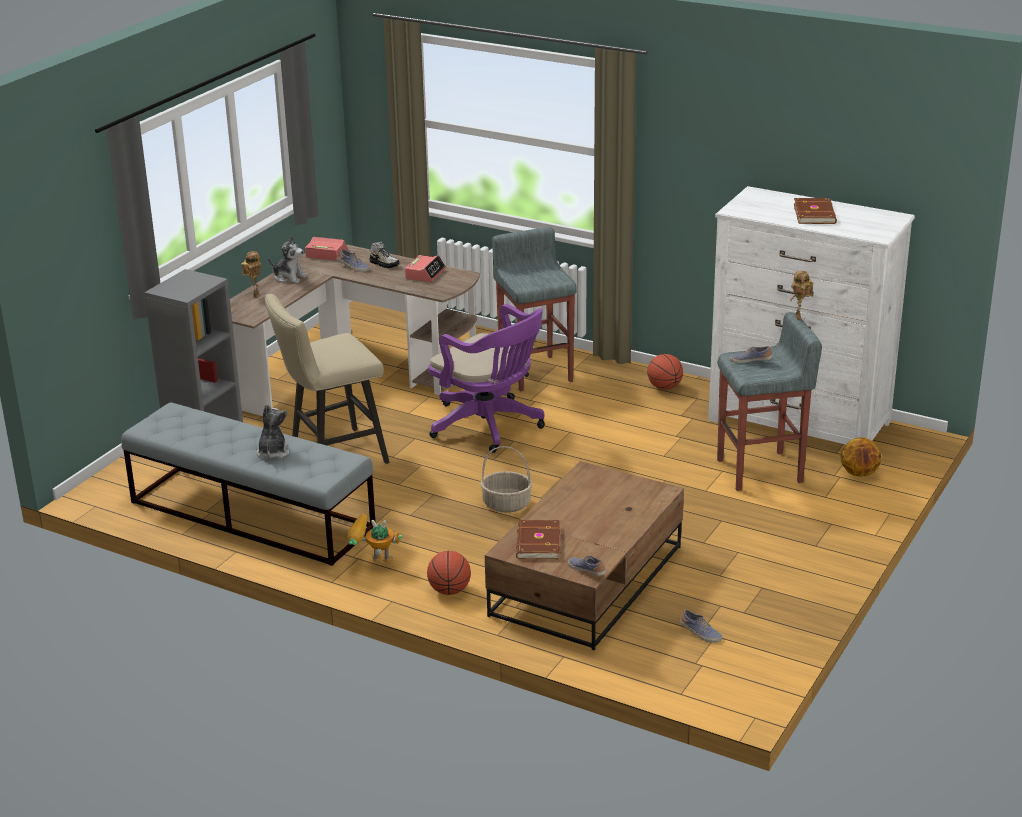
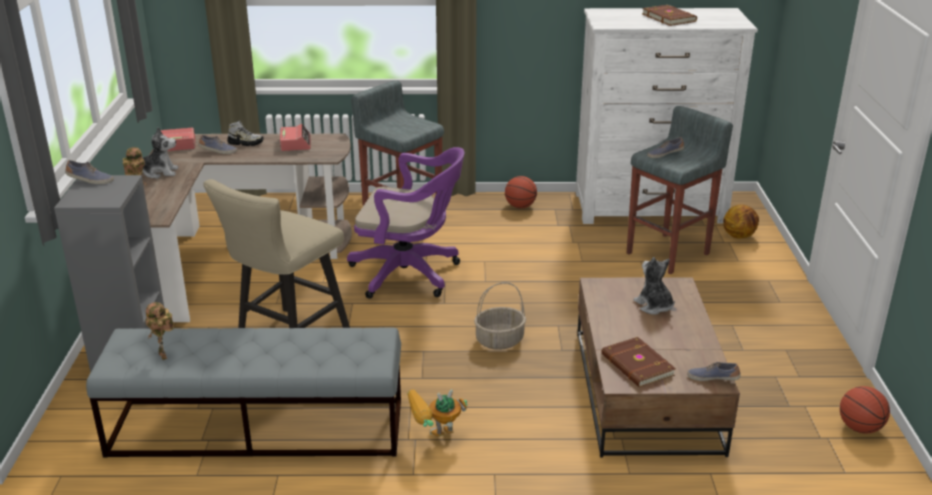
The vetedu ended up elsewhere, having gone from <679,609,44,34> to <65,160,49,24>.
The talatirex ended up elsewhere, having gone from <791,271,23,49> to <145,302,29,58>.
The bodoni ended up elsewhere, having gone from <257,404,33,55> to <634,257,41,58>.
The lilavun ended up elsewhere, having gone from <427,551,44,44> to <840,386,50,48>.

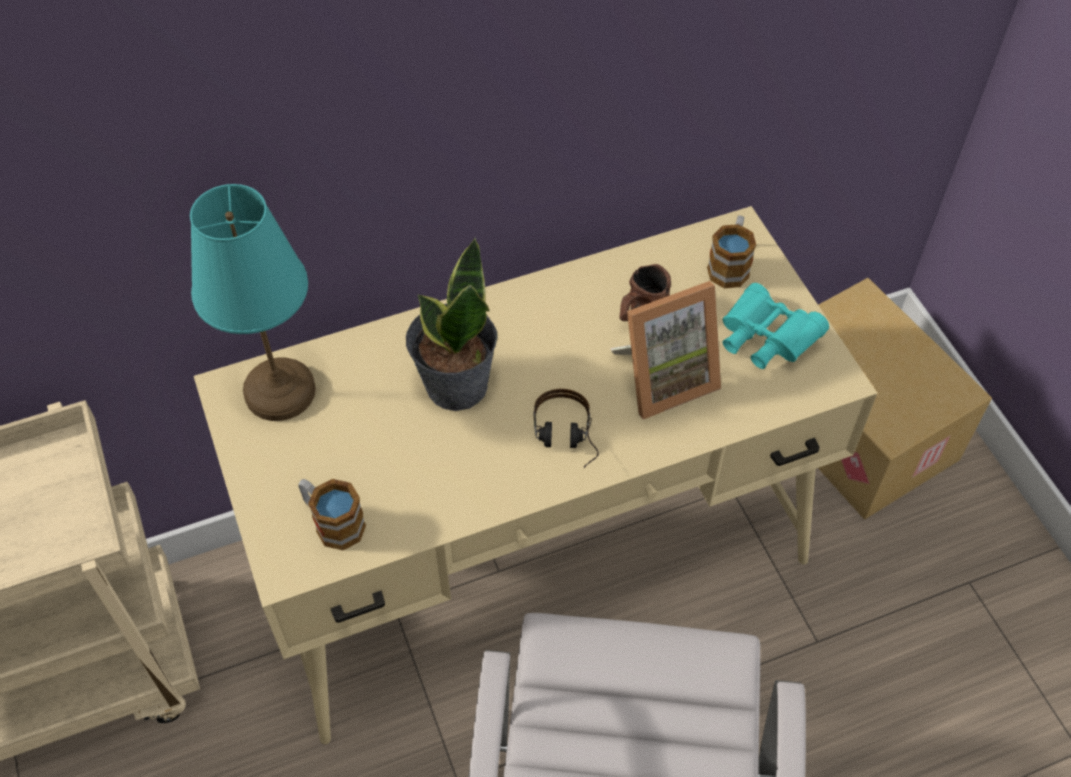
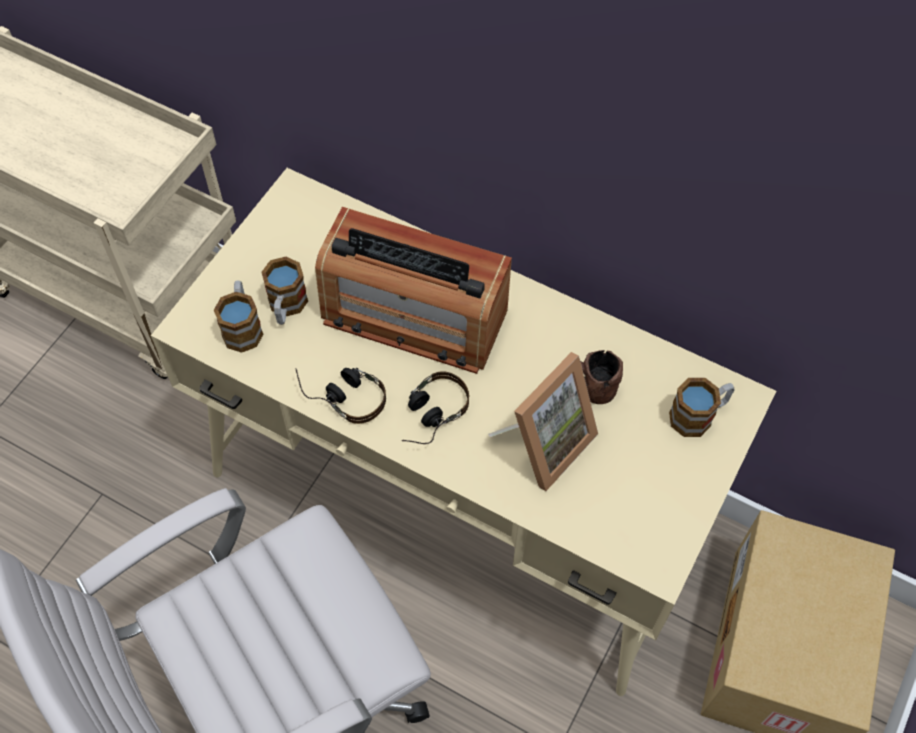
The second view gained the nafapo at <262,257,46,68>.
The second view gained the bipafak at <295,368,91,56>.
Where the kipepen stood at <406,238,91,173>, the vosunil came to stand at <315,207,197,167>.
The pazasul at <610,281,111,138> ended up facing another way, 75 degrees counterclockwise from before.
The second view lost the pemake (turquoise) at <190,184,126,237>.
The second view lost the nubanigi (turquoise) at <723,283,106,86>.

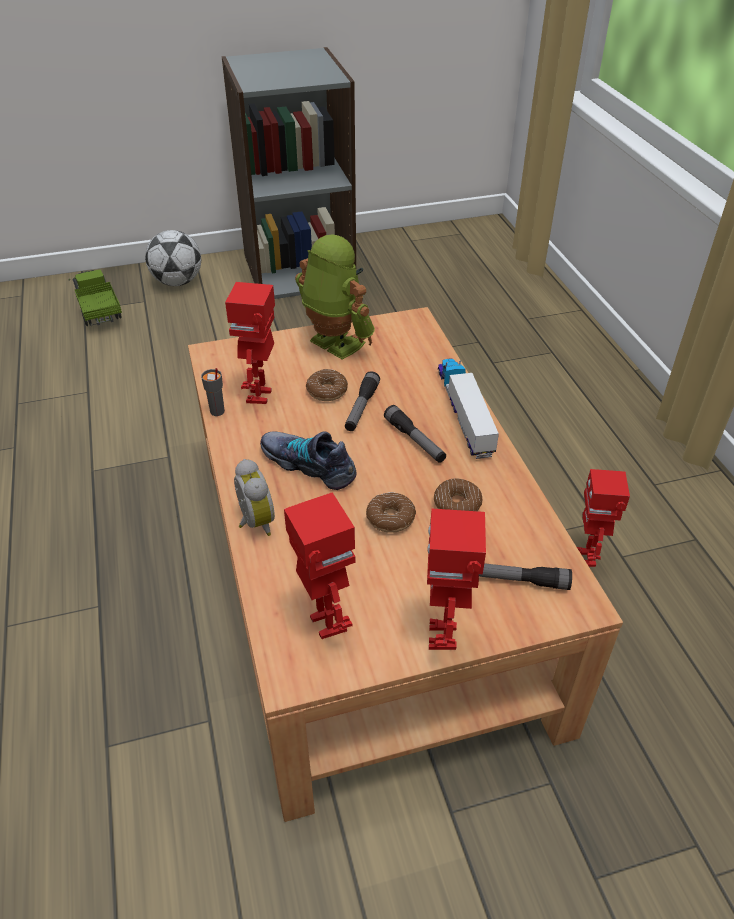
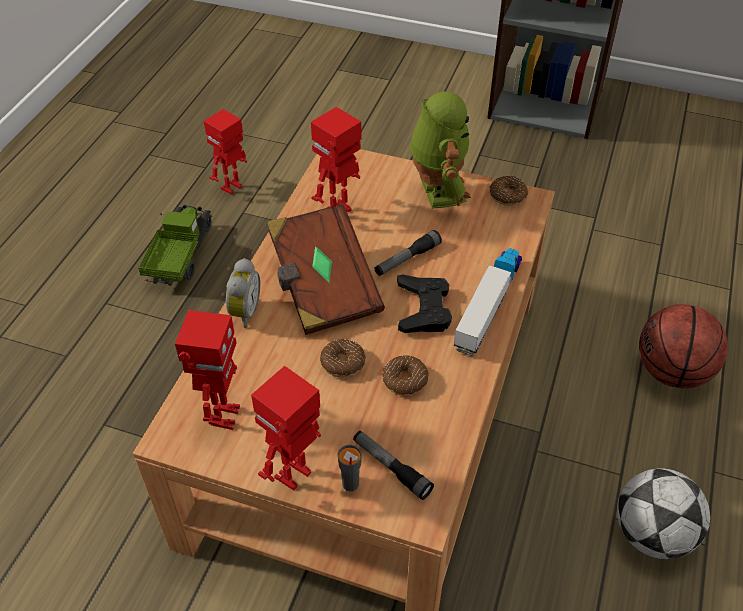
The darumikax ended up elsewhere, having gone from <68,270,54,56> to <138,205,75,81>.
The talatirex ended up elsewhere, having gone from <577,469,53,98> to <204,109,43,85>.
Where the vetedu stood at <260,431,97,59>, the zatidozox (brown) came to stand at <267,204,118,131>.
The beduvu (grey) ended up elsewhere, having gone from <201,368,24,48> to <337,445,25,46>.
Where the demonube stood at <384,405,62,58>, the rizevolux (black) came to stand at <397,275,55,58>.
The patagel ended up elsewhere, having gone from <306,369,42,32> to <490,176,38,30>.
The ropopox ended up elsewhere, having gone from <145,230,56,56> to <617,468,93,91>.
The second view gained the lilavun at <639,304,89,85>.

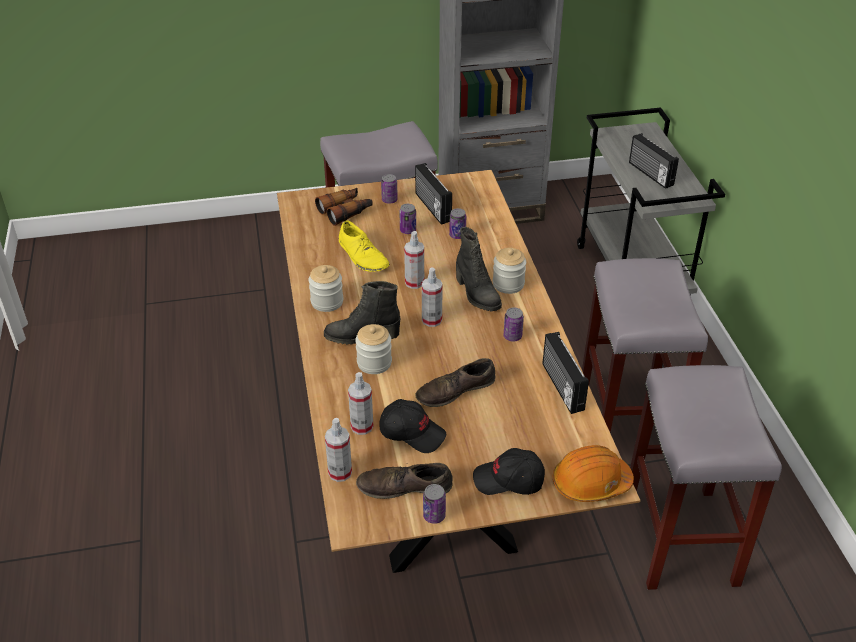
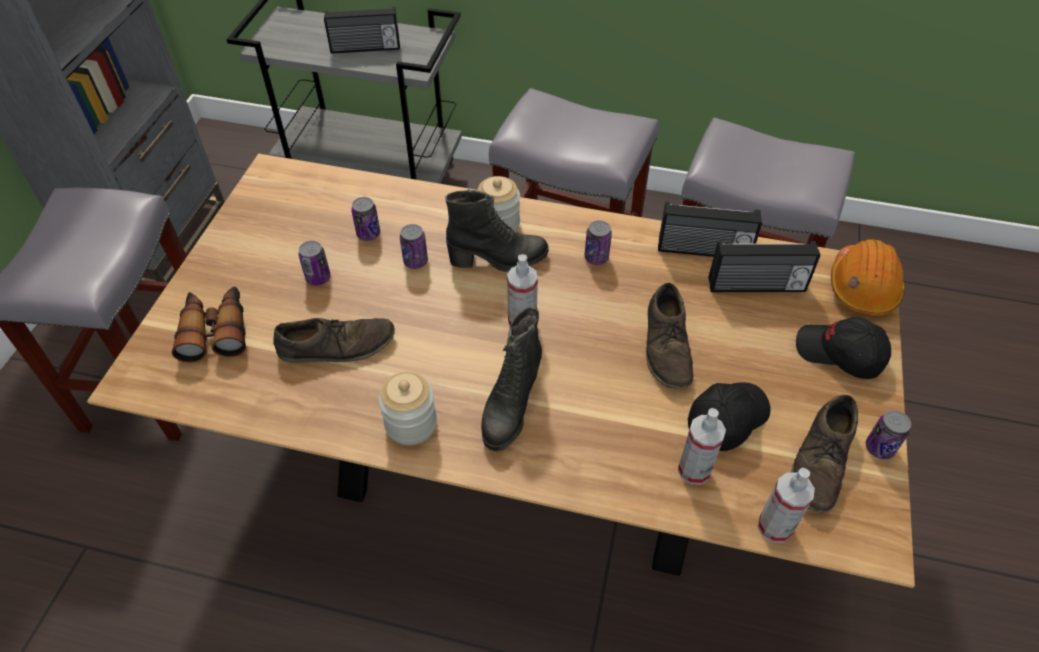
What was the vetedu (yellow) at <339,221,51,51> turned into the vetedu (brown) at <273,318,122,45>.
The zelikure ended up elsewhere, having gone from <381,174,17,30> to <400,224,28,45>.
The vosunil ended up elsewhere, having gone from <415,163,37,61> to <709,241,111,51>.
The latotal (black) at <473,448,72,47> ended up facing another way, 90 degrees clockwise from before.
The second view lost the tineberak at <355,324,37,50>.
The second view lost the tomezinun at <404,231,20,58>.

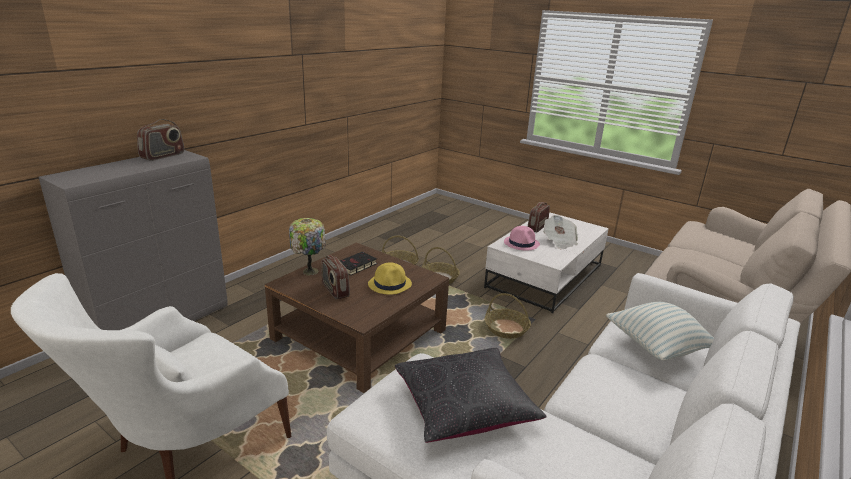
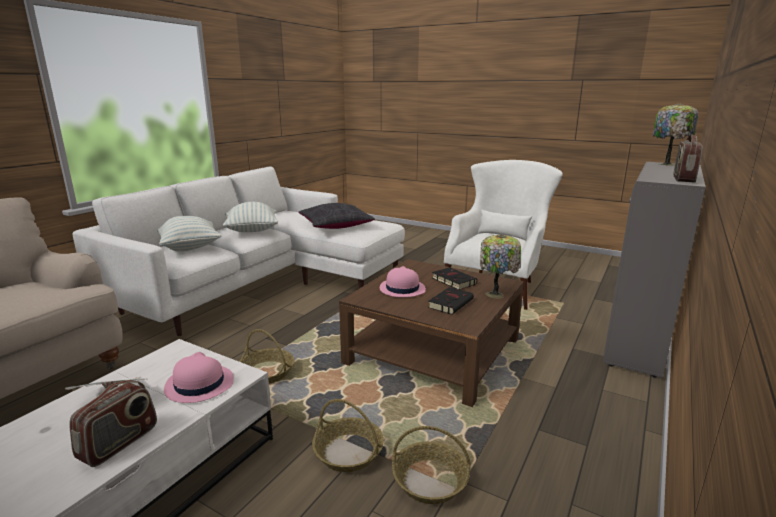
The second view gained the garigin at <223,202,55,30>.
What was the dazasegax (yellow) at <368,263,44,32> turned into the dazasegax (pink) at <380,266,46,31>.
Where the vosunil stood at <321,255,29,45>, the zatidozox (black) came to stand at <432,267,45,23>.
The second view gained the pemake at <653,103,45,63>.

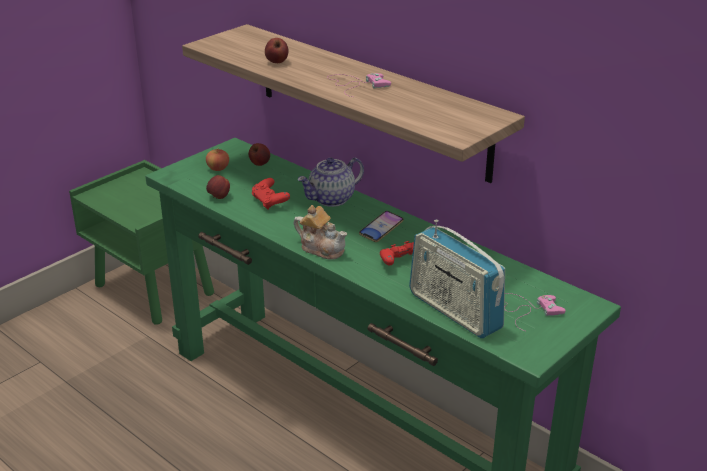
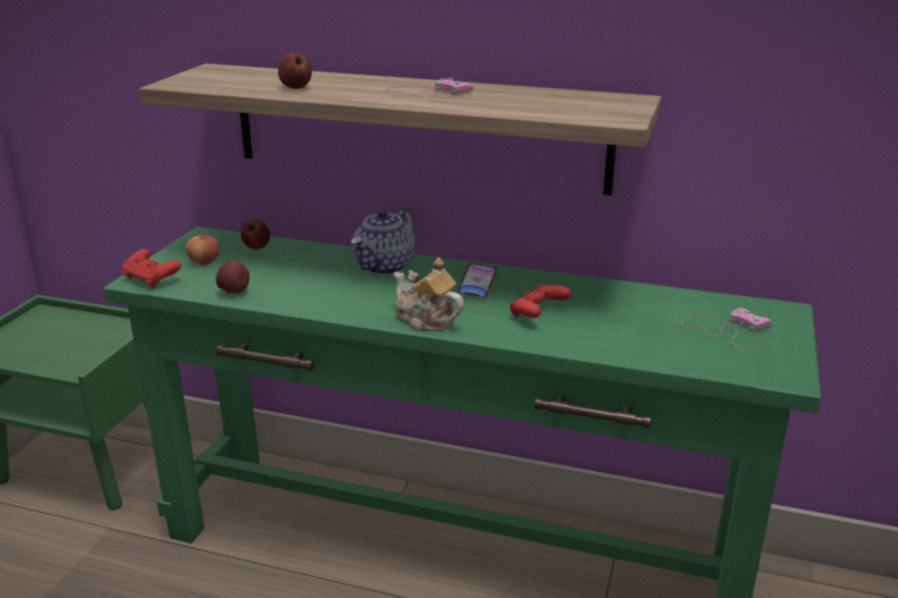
The rizevolux (red) ended up elsewhere, having gone from <252,178,38,32> to <122,249,59,39>.
The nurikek at <294,205,53,55> ended up facing another way, 150 degrees counterclockwise from before.
The second view lost the vosunil at <409,220,96,118>.

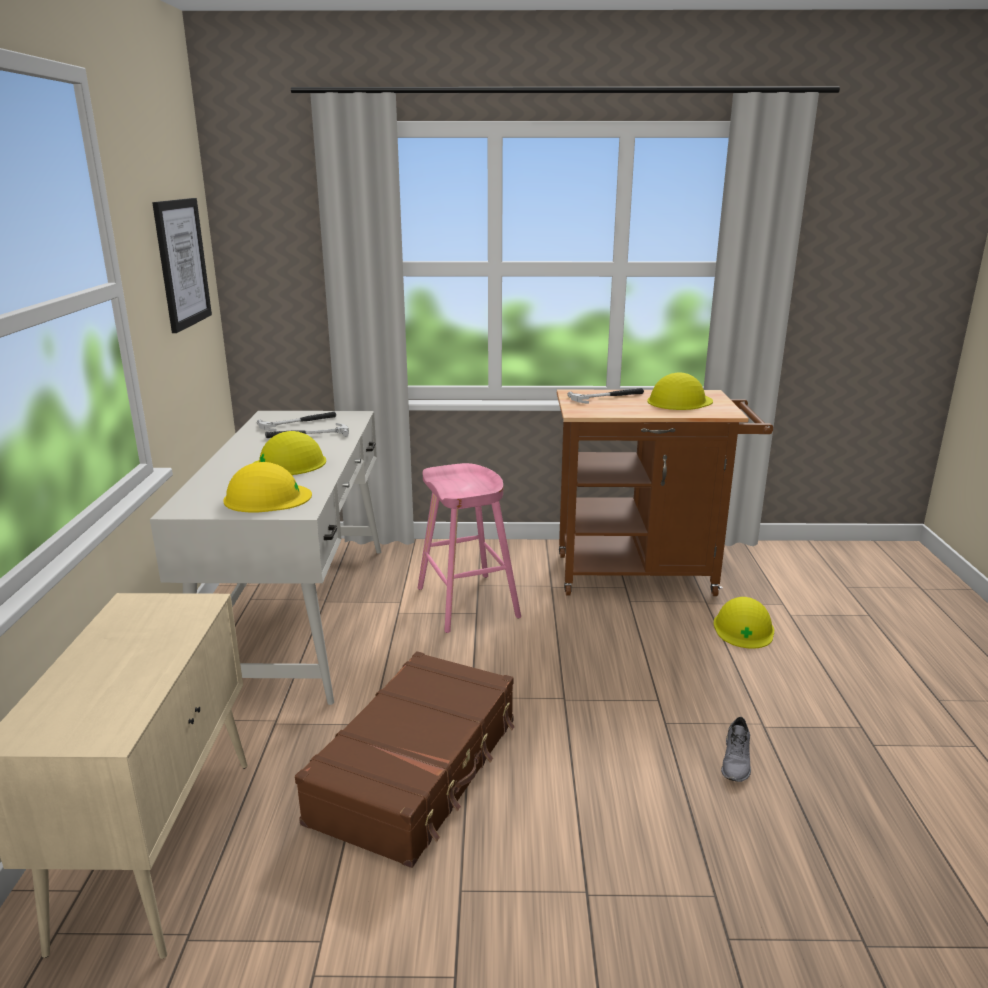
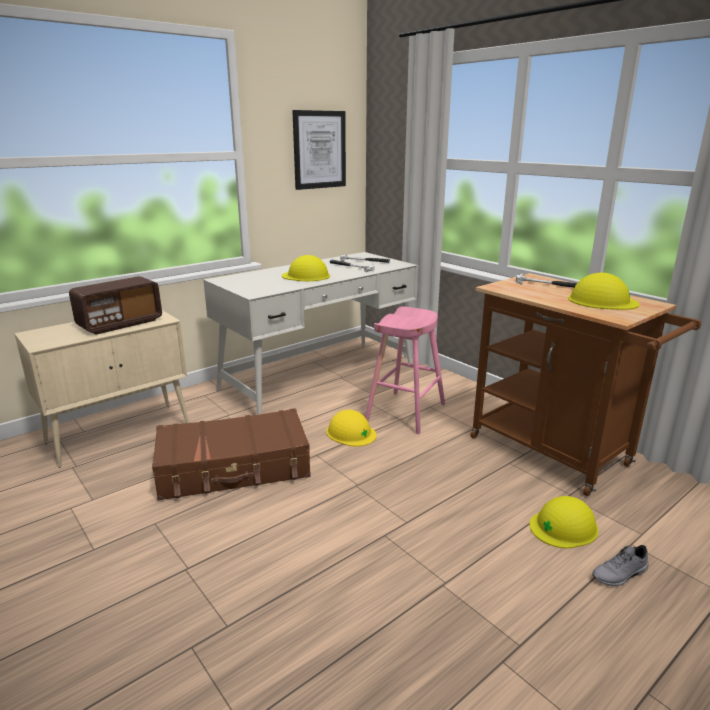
The second view gained the vosunil at <69,276,93,59>.
The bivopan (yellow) ended up elsewhere, having gone from <223,462,89,51> to <326,410,51,36>.
The vetedu (grey) ended up elsewhere, having gone from <721,717,30,65> to <592,545,57,41>.

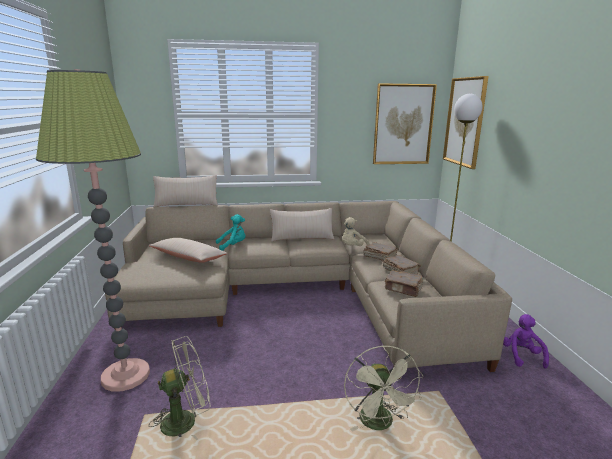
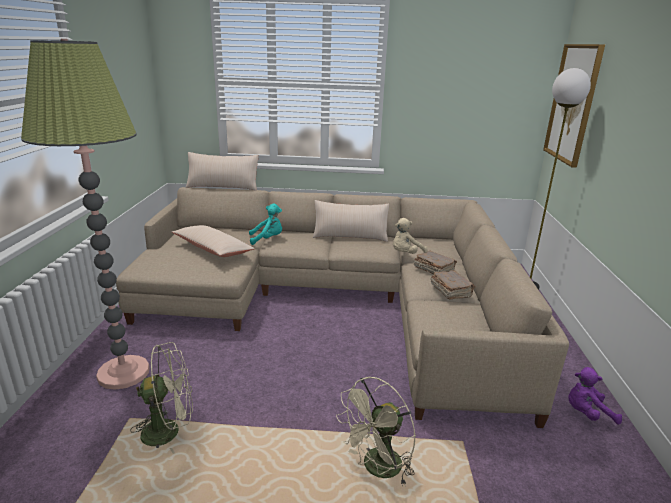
The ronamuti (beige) at <344,346,79,86> ended up facing another way, 45 degrees clockwise from before.
The bodoni (purple) at <503,314,46,55> ended up facing another way, 105 degrees counterclockwise from before.
The second view lost the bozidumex at <373,83,64,81>.
The second view lost the zatidozox (brown) at <385,270,38,27>.

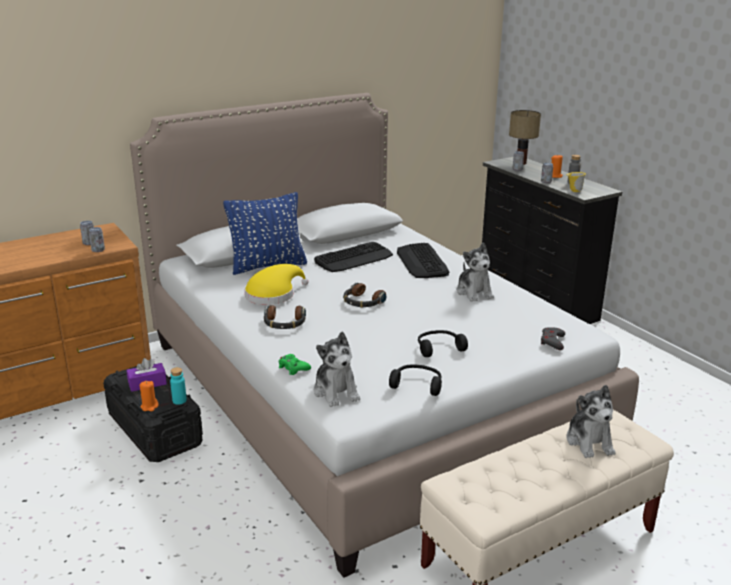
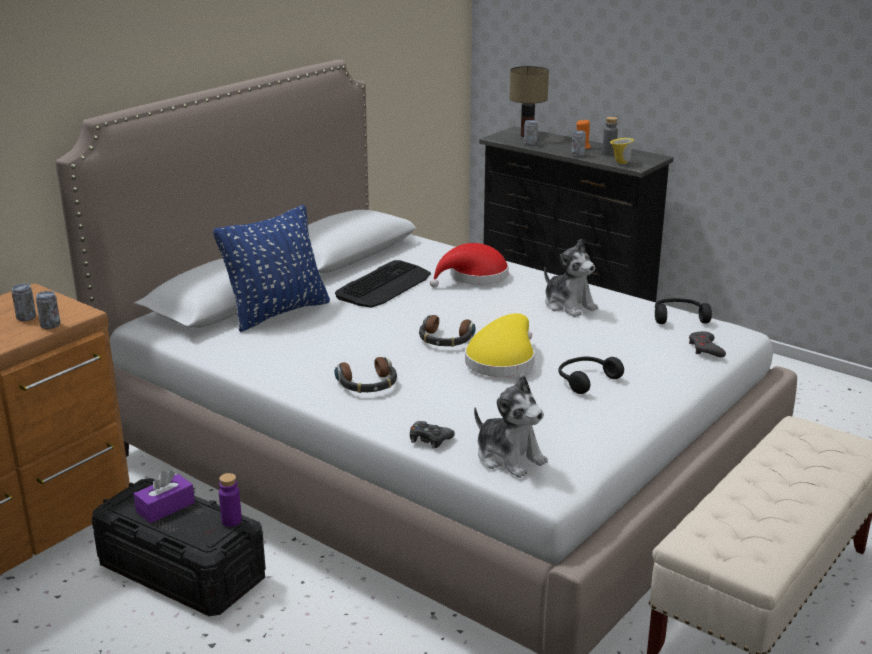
What was the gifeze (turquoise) at <170,367,17,38> turned into the gifeze (purple) at <219,473,23,54>.
What was the rizevolux (green) at <279,354,32,21> turned into the rizevolux (black) at <410,421,45,27>.
Where the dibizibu stood at <397,243,53,35>, the dazasegax (red) came to stand at <430,243,79,44>.
The dazasegax (yellow) ended up elsewhere, having gone from <244,264,65,41> to <465,313,70,64>.
The bipafak (black) ended up elsewhere, having gone from <389,364,53,32> to <655,298,57,26>.
The second view lost the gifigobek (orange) at <140,381,19,30>.
The second view lost the bodoni at <566,385,50,73>.

